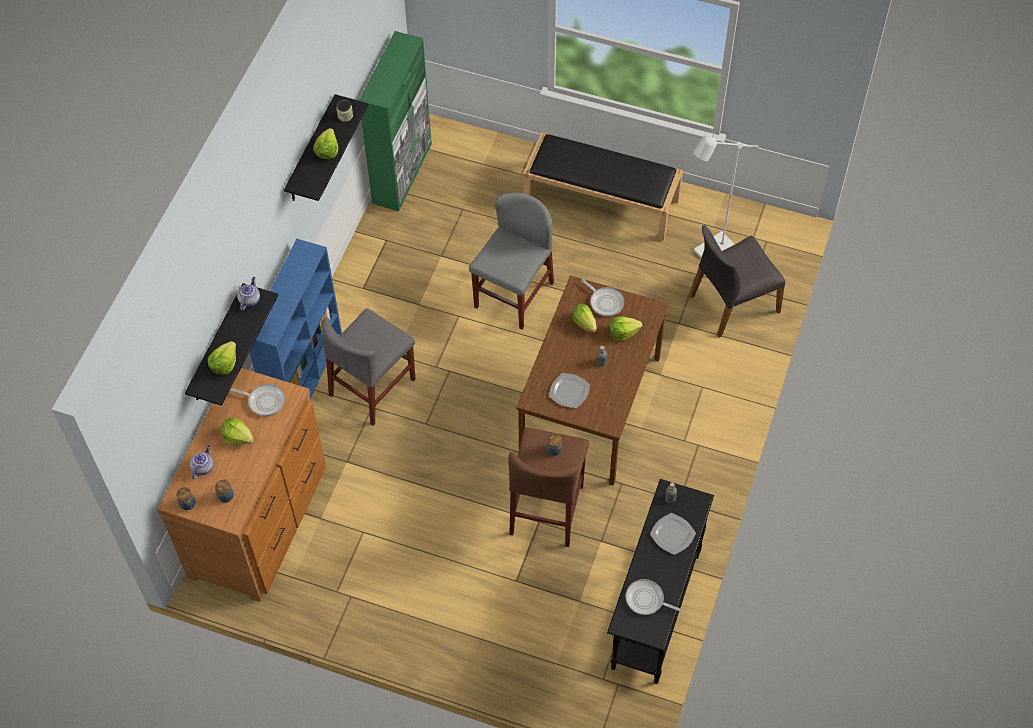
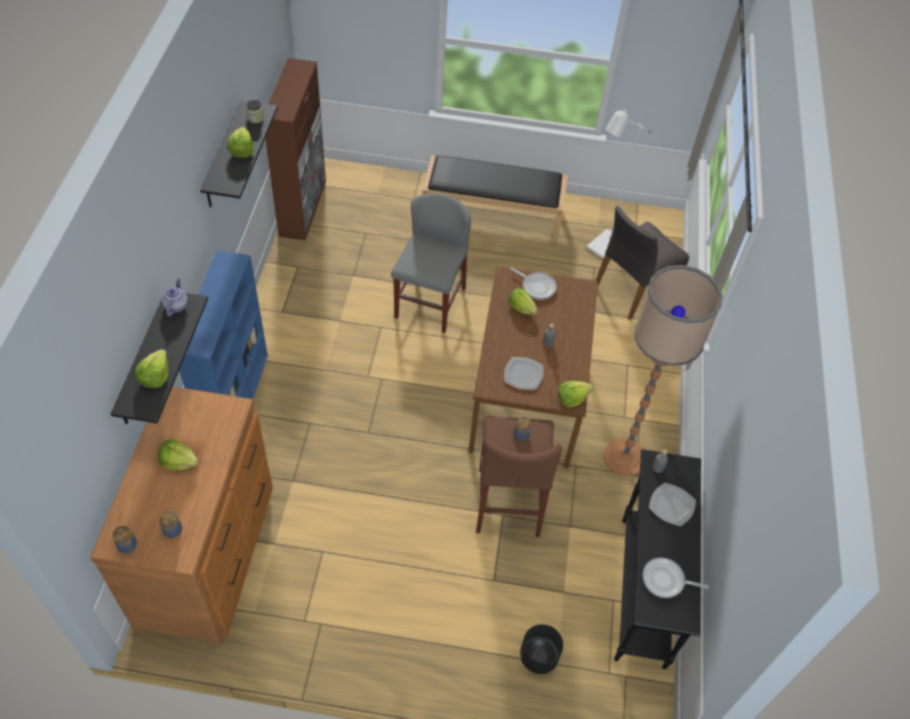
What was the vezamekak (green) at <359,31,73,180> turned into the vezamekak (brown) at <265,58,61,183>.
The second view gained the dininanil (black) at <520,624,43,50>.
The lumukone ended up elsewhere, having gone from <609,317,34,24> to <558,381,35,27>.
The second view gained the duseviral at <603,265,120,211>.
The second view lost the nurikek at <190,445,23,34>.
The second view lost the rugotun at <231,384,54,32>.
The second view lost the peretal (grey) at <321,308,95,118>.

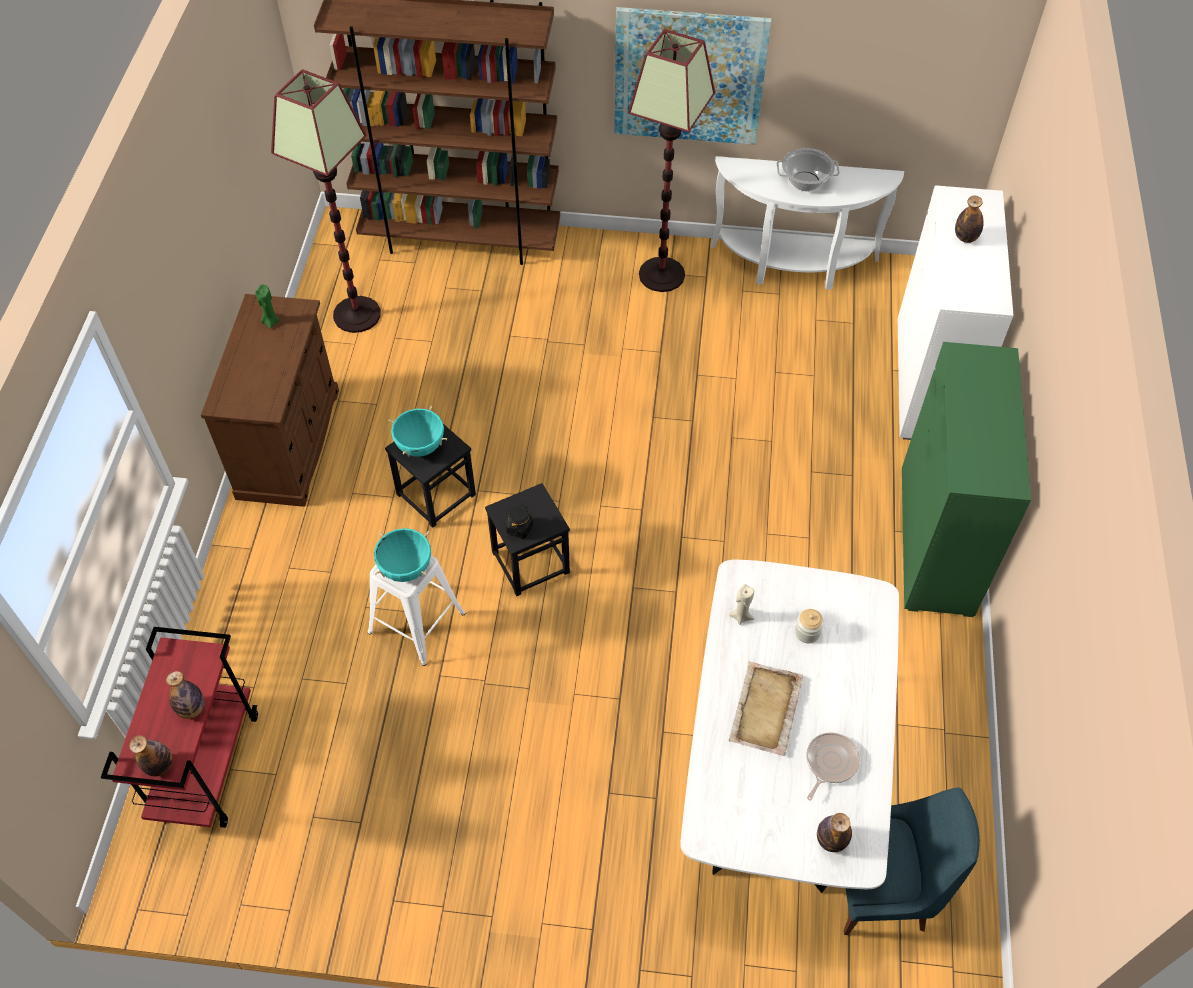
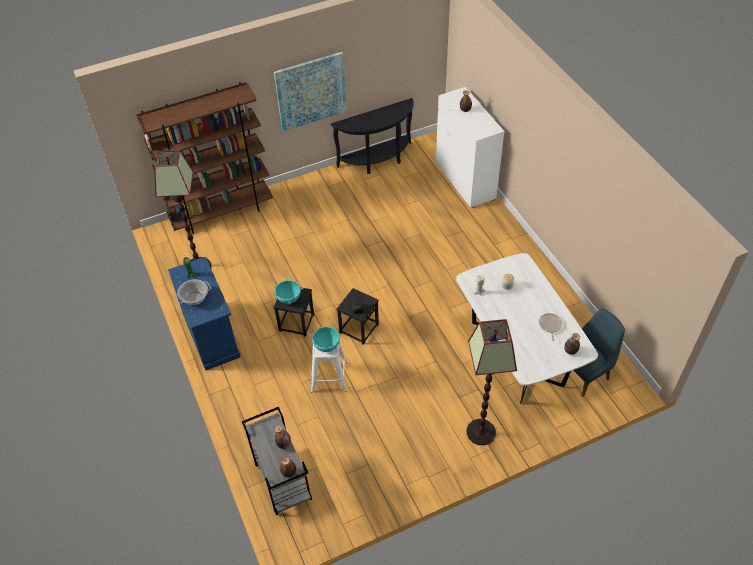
What was the vezamekak (brown) at <201,294,138,213> turned into the vezamekak (blue) at <168,257,73,114>.
The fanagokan ended up elsewhere, having gone from <777,148,63,43> to <175,279,36,26>.
What was the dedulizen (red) at <101,627,157,201> turned into the dedulizen (grey) at <242,407,70,108>.
What was the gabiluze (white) at <711,156,193,134> turned into the gabiluze (black) at <331,98,83,76>.
The duseviral ended up elsewhere, having gone from <628,29,87,263> to <467,319,50,126>.
The second view lost the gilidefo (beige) at <729,661,74,95>.
The second view lost the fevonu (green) at <902,342,129,275>.

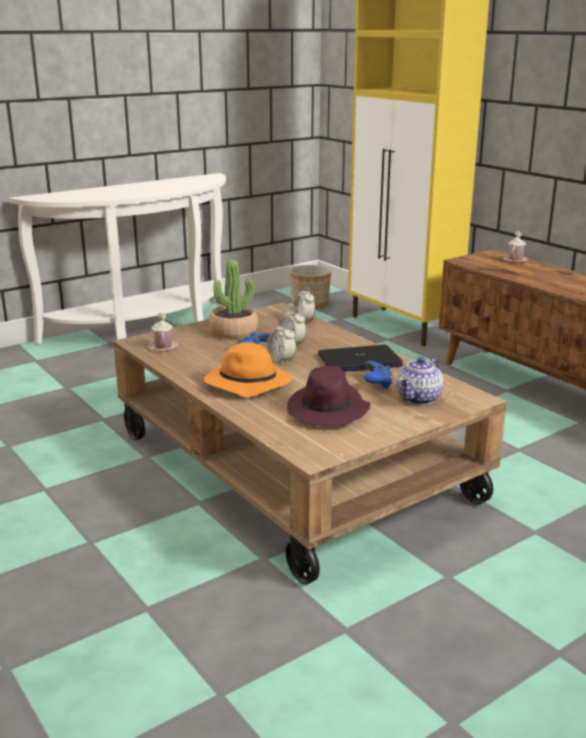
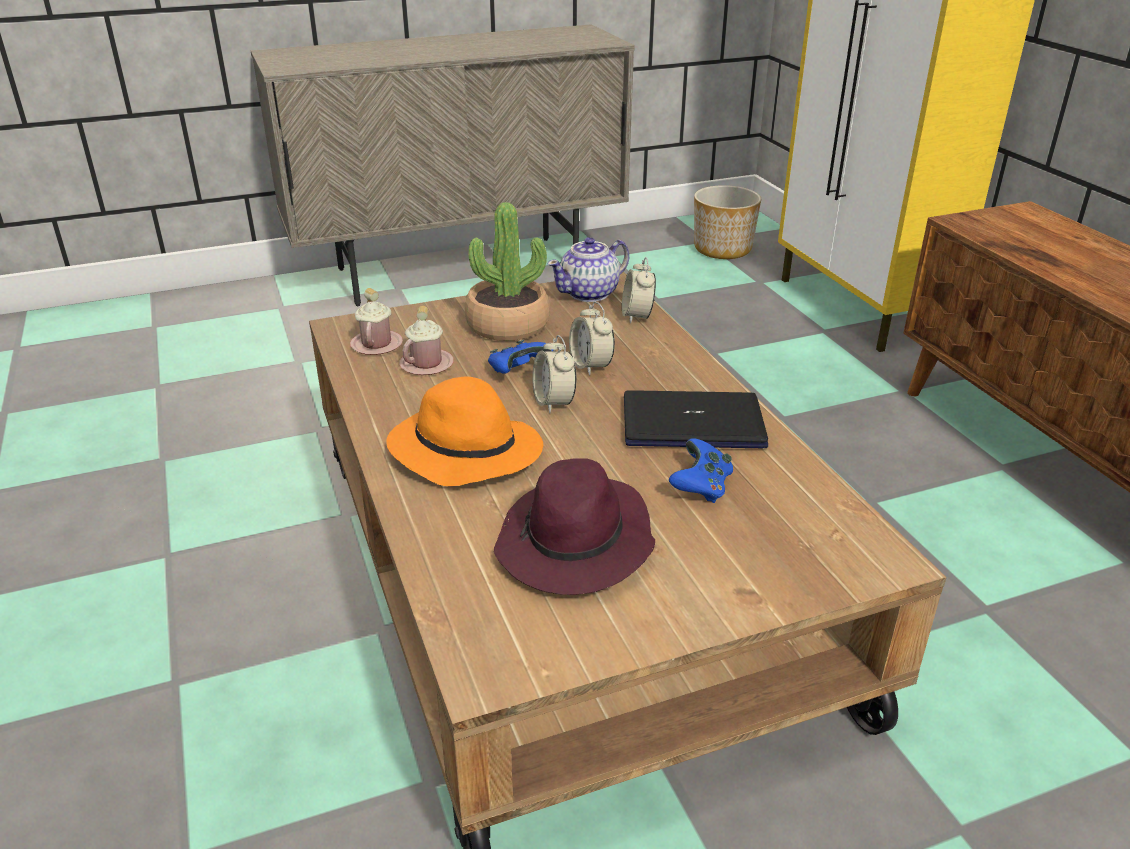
Where the gabiluze (white) stood at <9,173,217,172>, the vezamekak (beige) came to stand at <251,24,384,282>.
The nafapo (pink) ended up elsewhere, having gone from <503,231,25,31> to <399,306,55,69>.
The nurikek ended up elsewhere, having gone from <397,357,46,48> to <547,237,82,65>.

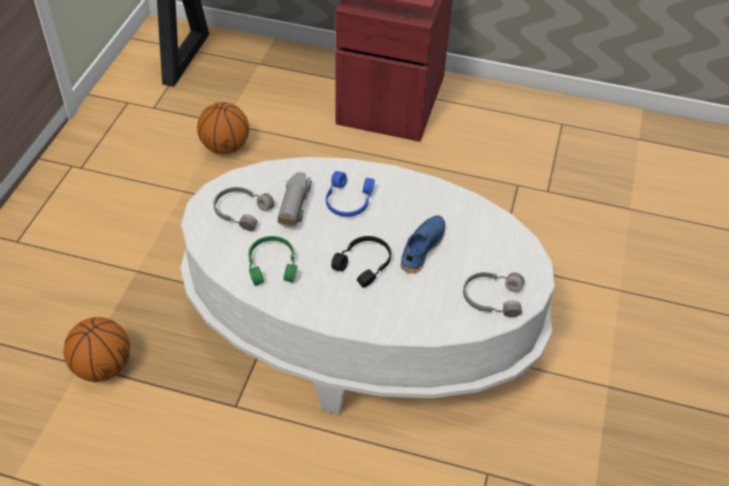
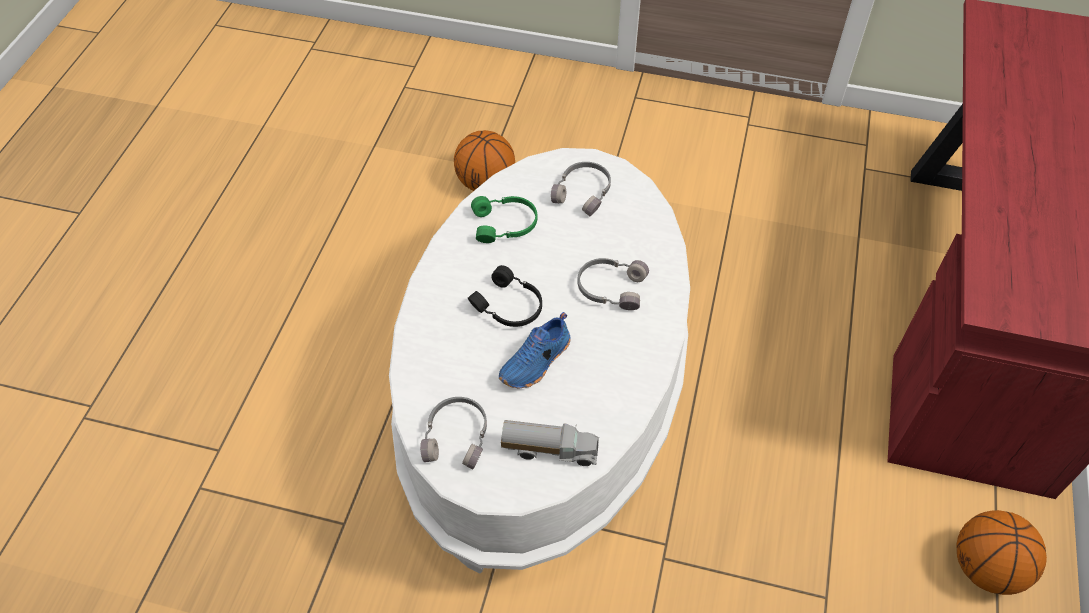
The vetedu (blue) at <400,215,45,58> ended up facing another way, 105 degrees clockwise from before.
The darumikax ended up elsewhere, having gone from <278,172,34,55> to <501,420,98,46>.
What was the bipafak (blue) at <326,171,49,46> turned into the bipafak (grey) at <577,258,72,52>.
The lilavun ended up elsewhere, having gone from <197,102,52,52> to <956,510,91,85>.

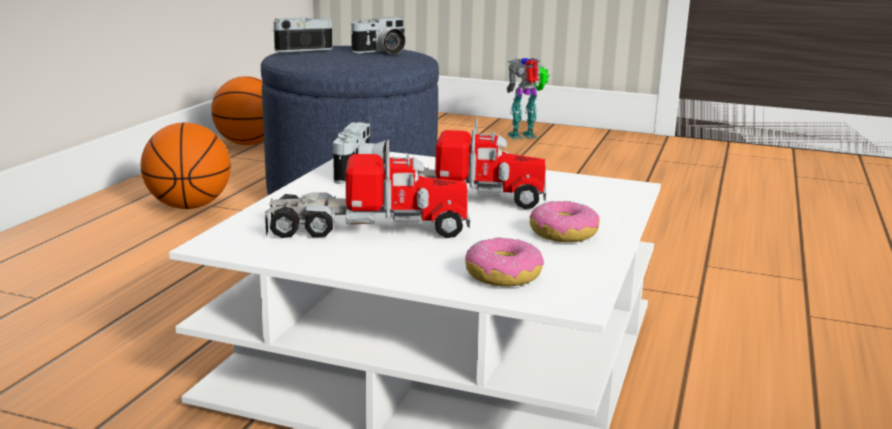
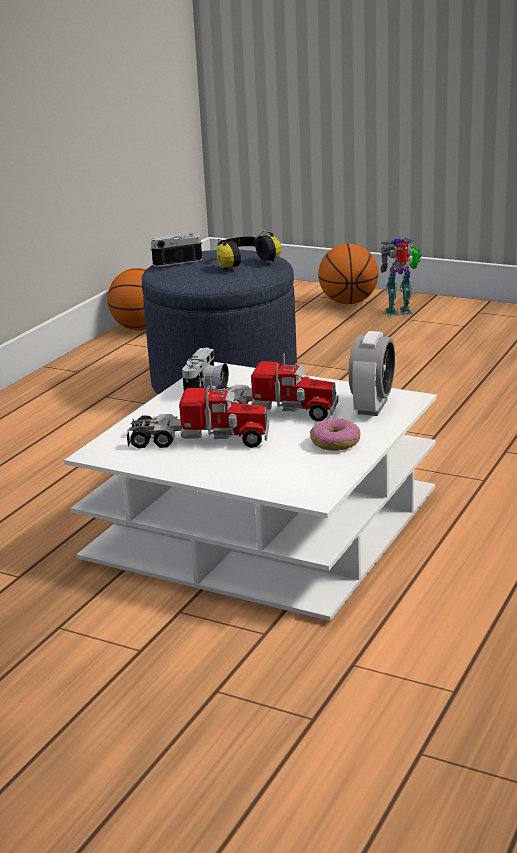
Where the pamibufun stood at <350,17,56,38>, the bipafak came to stand at <216,230,66,41>.
The lilavun ended up elsewhere, having gone from <141,122,90,87> to <318,244,61,60>.
The second view gained the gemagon at <349,331,46,85>.
The second view lost the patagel at <465,237,79,50>.

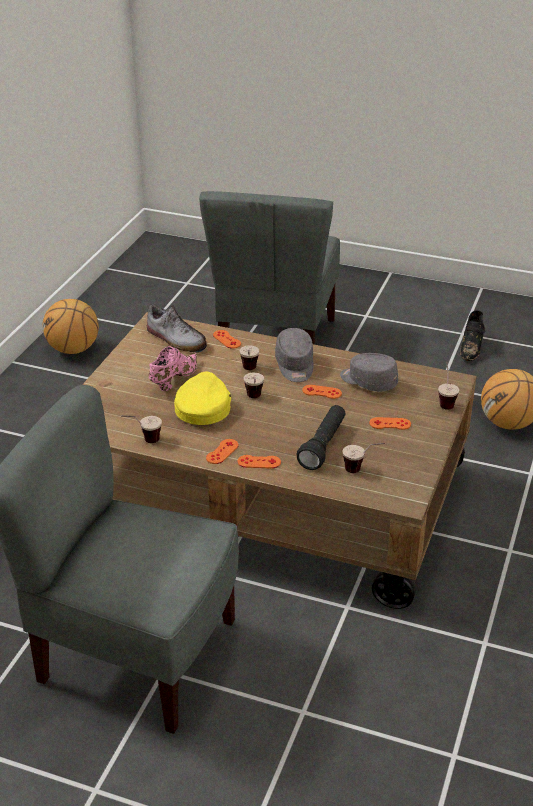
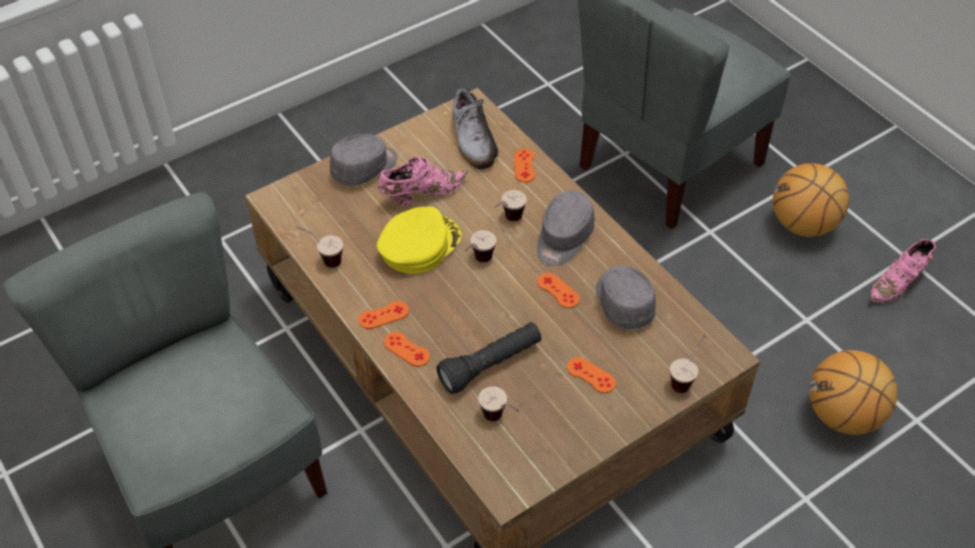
The second view gained the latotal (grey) at <330,134,67,52>.
The lilavun ended up elsewhere, having gone from <42,299,57,55> to <773,163,76,74>.
What was the vetedu (black) at <460,310,25,51> turned into the vetedu (pink) at <870,239,66,64>.

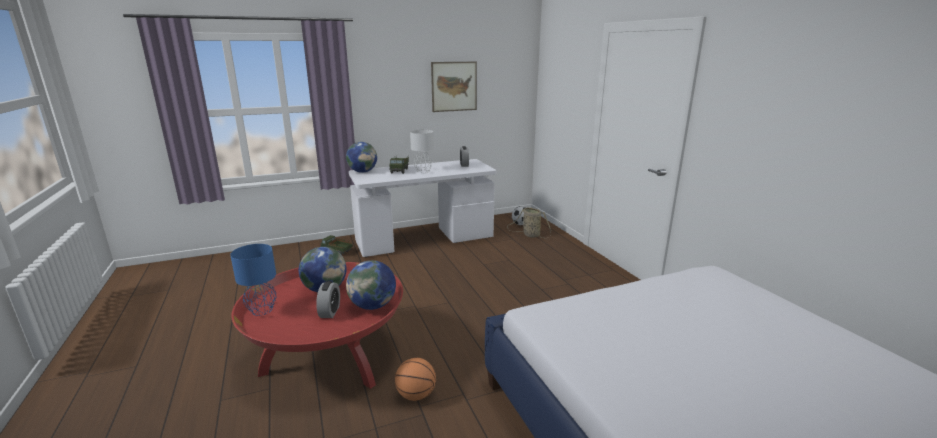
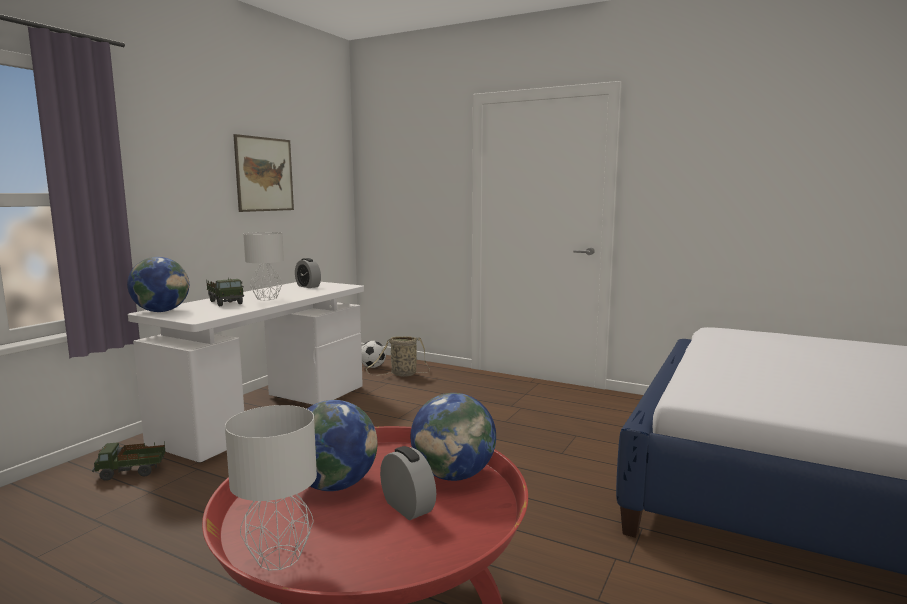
What was the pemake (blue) at <230,244,47,72> turned into the pemake (grey) at <225,405,92,165>.
The second view lost the lilavun at <395,358,41,43>.

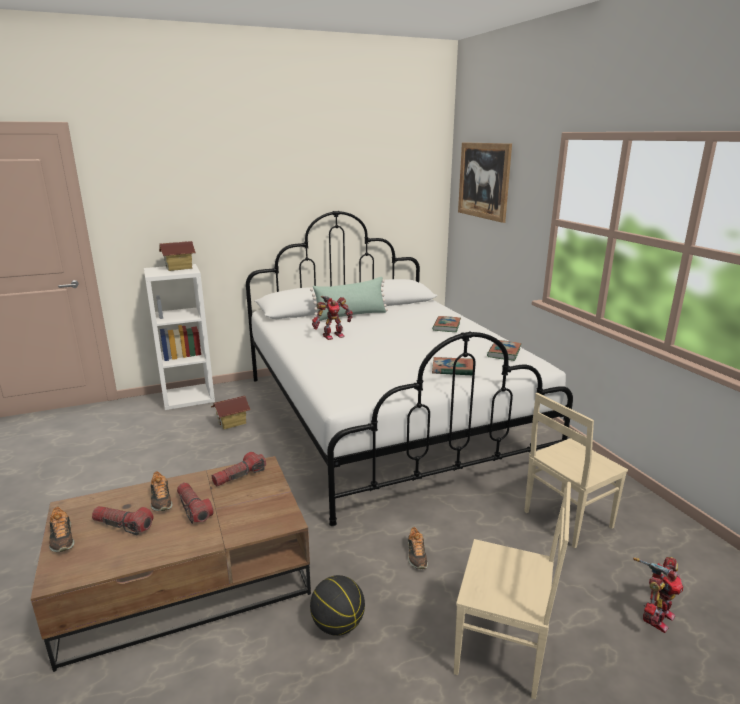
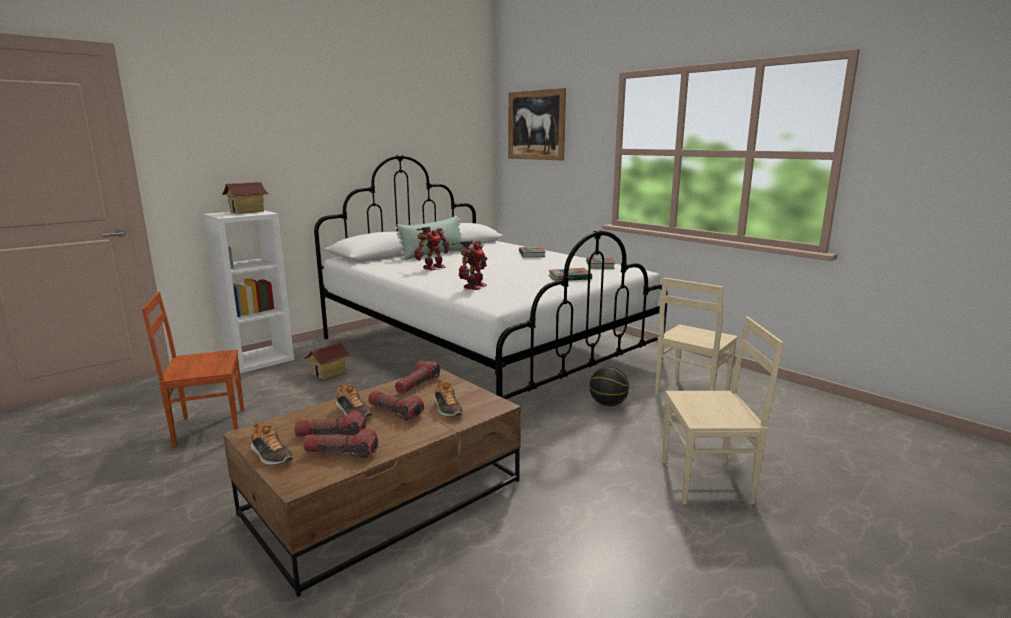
The second view gained the peretal (brown) at <142,291,102,157>.
The second view gained the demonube at <304,428,74,30>.
The vetedu ended up elsewhere, having gone from <408,527,20,42> to <434,380,29,36>.
The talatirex ended up elsewhere, having gone from <633,557,50,76> to <452,240,36,50>.
The lilavun ended up elsewhere, having gone from <310,575,55,61> to <589,367,40,39>.

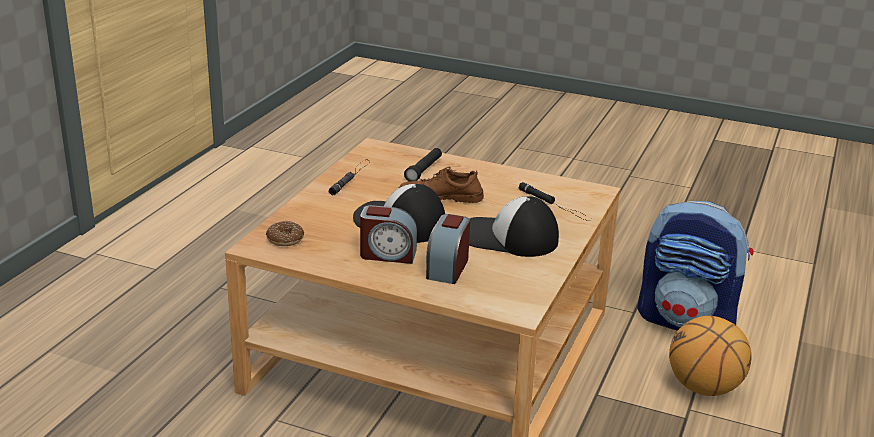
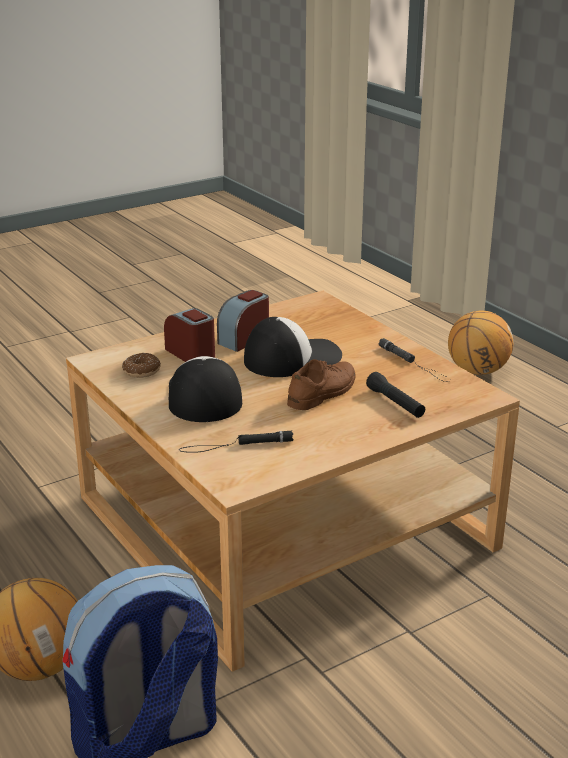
The patagel ended up elsewhere, having gone from <266,221,38,25> to <122,353,39,25>.
The latotal at <469,196,90,61> ended up facing another way, 60 degrees counterclockwise from before.
The second view gained the lilavun at <448,310,65,65>.

